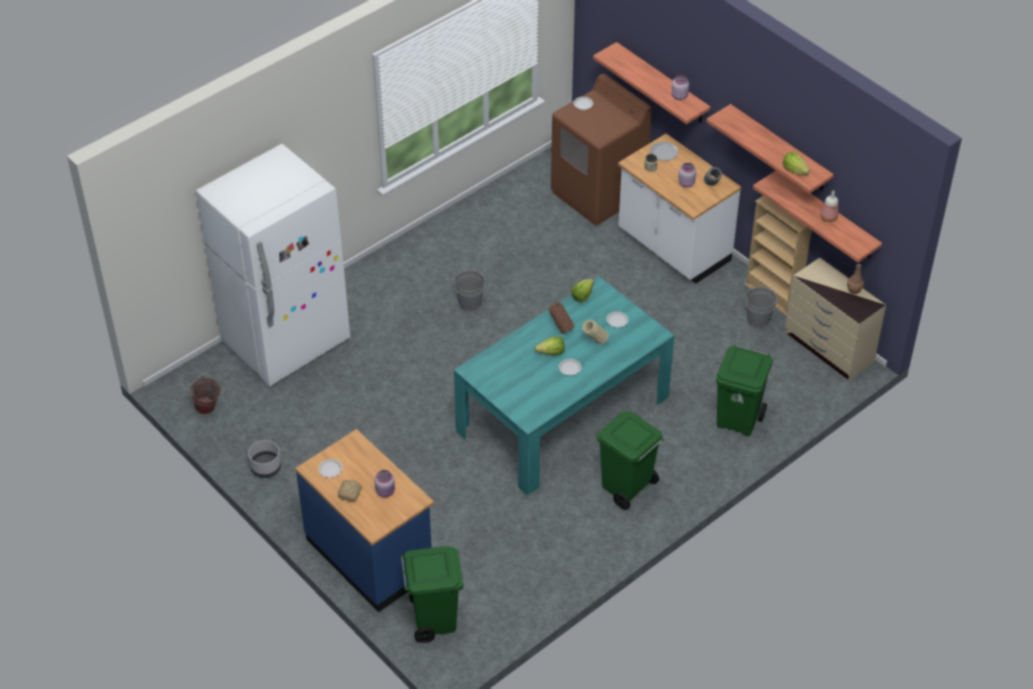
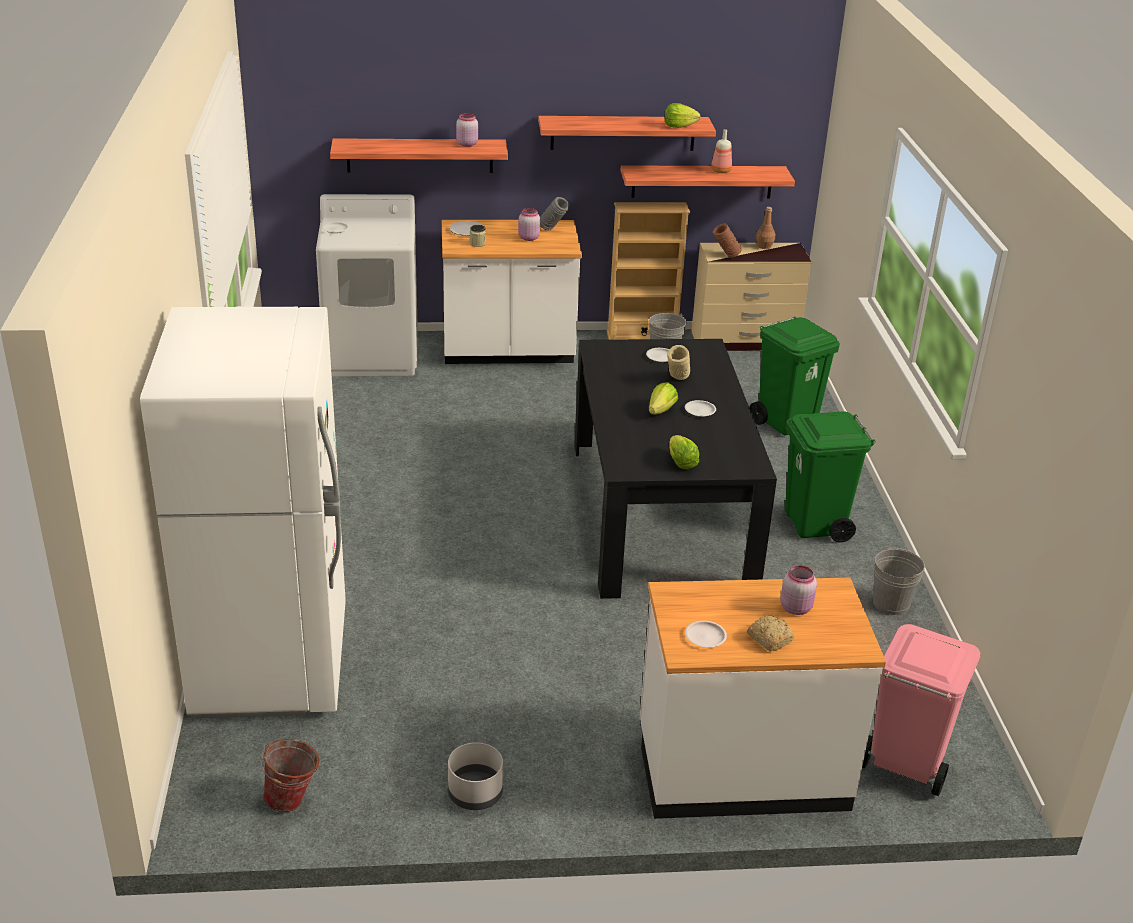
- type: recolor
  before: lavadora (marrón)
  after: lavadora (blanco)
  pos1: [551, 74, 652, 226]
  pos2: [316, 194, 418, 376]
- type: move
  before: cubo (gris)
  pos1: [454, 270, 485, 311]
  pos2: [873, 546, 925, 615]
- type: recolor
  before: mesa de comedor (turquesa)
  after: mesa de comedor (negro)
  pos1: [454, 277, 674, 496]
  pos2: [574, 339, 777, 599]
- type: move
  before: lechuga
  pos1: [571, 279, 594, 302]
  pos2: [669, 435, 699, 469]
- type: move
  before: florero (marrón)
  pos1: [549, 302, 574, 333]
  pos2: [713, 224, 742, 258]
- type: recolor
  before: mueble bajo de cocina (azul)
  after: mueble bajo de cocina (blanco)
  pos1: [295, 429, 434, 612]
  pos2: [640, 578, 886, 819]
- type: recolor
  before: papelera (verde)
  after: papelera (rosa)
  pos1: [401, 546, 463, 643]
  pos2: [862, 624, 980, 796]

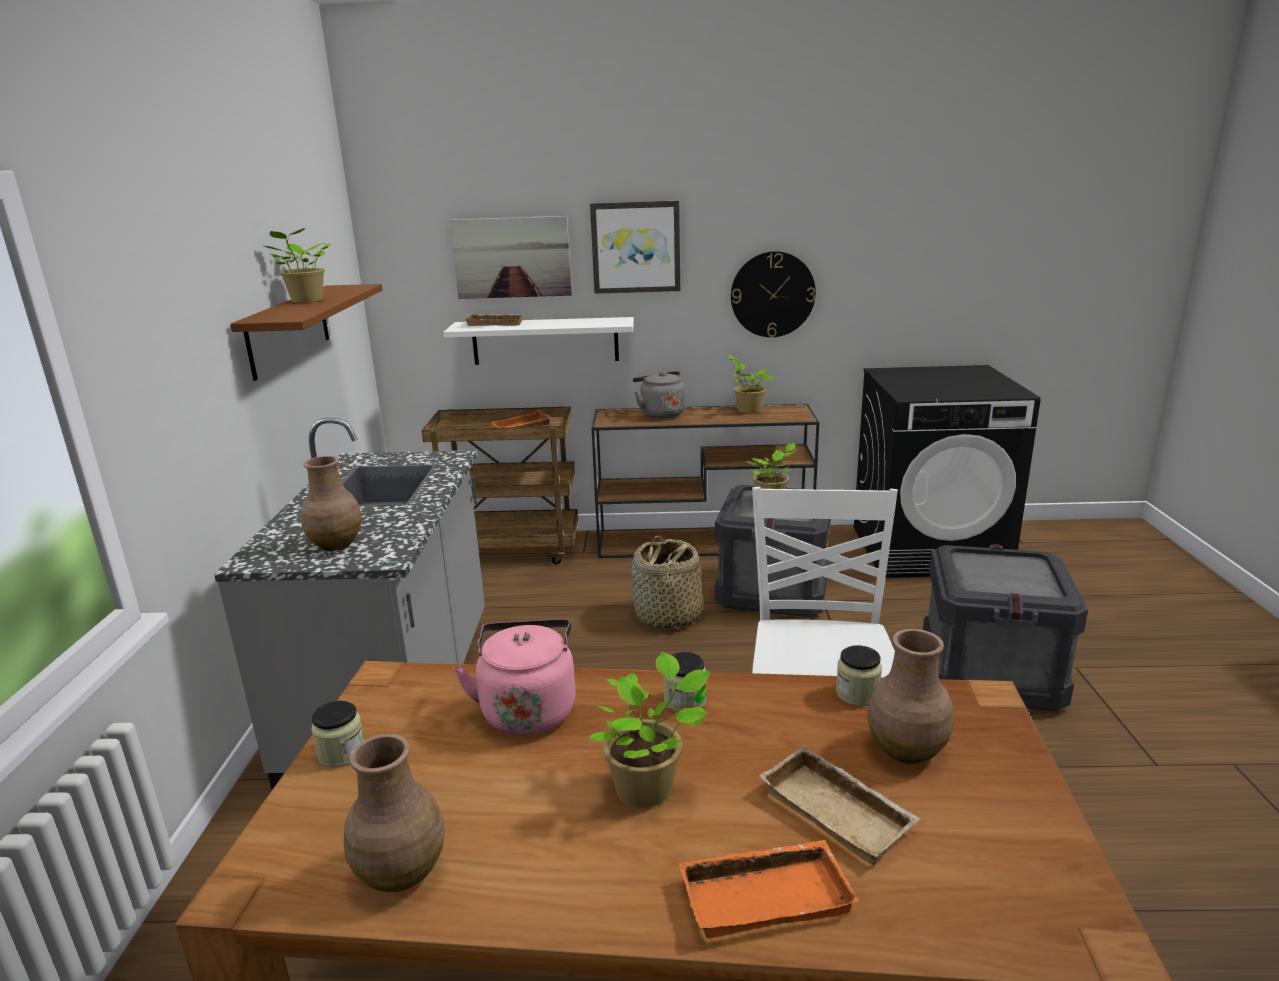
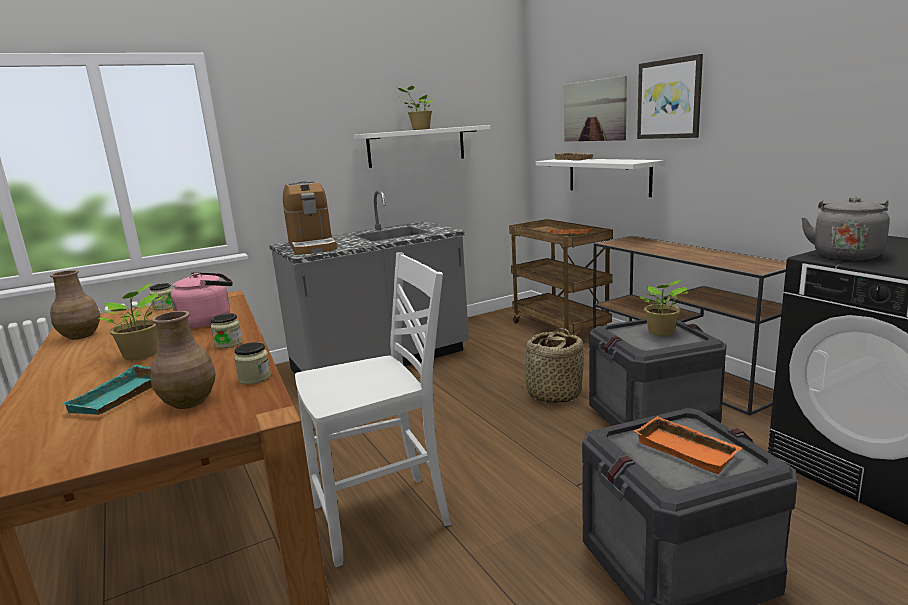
- type: delete
  before: reloj de pared
  pos1: [731, 251, 816, 337]
- type: recolor
  before: estante (marrón)
  after: estante (blanco)
  pos1: [230, 284, 382, 381]
  pos2: [354, 125, 490, 168]
- type: delete
  before: planta en maceta
  pos1: [728, 354, 775, 414]
- type: move
  before: hervidor (gris)
  pos1: [633, 371, 686, 418]
  pos2: [801, 197, 890, 260]
- type: replace
  before: florero (marrón)
  after: cafetera
  pos1: [301, 456, 362, 551]
  pos2: [283, 181, 337, 255]
- type: recolor
  before: bandeja (beis)
  after: bandeja (turquesa)
  pos1: [759, 746, 920, 866]
  pos2: [61, 365, 152, 415]
- type: move
  before: bandeja (naranja)
  pos1: [678, 840, 859, 938]
  pos2: [634, 416, 742, 474]

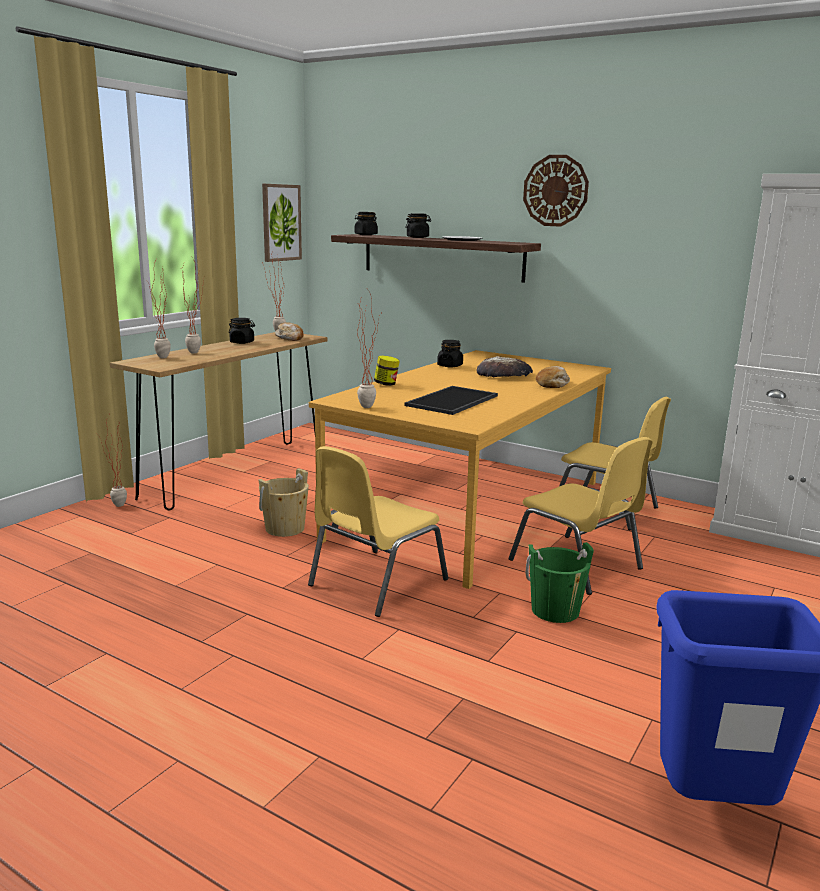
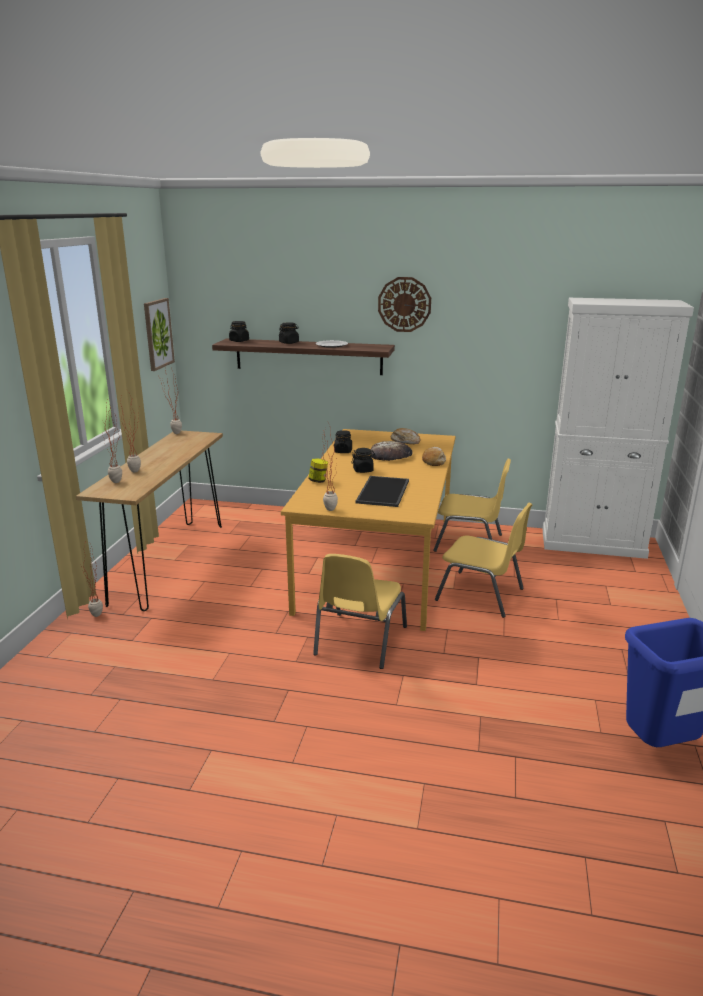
- type: move
  before: tarro (negro)
  pos1: [229, 318, 255, 344]
  pos2: [351, 448, 376, 473]
- type: move
  before: pan
  pos1: [275, 322, 304, 341]
  pos2: [391, 428, 421, 444]
- type: delete
  before: cubo (beis)
  pos1: [259, 468, 309, 537]
- type: delete
  before: cubo (verde)
  pos1: [526, 542, 594, 623]

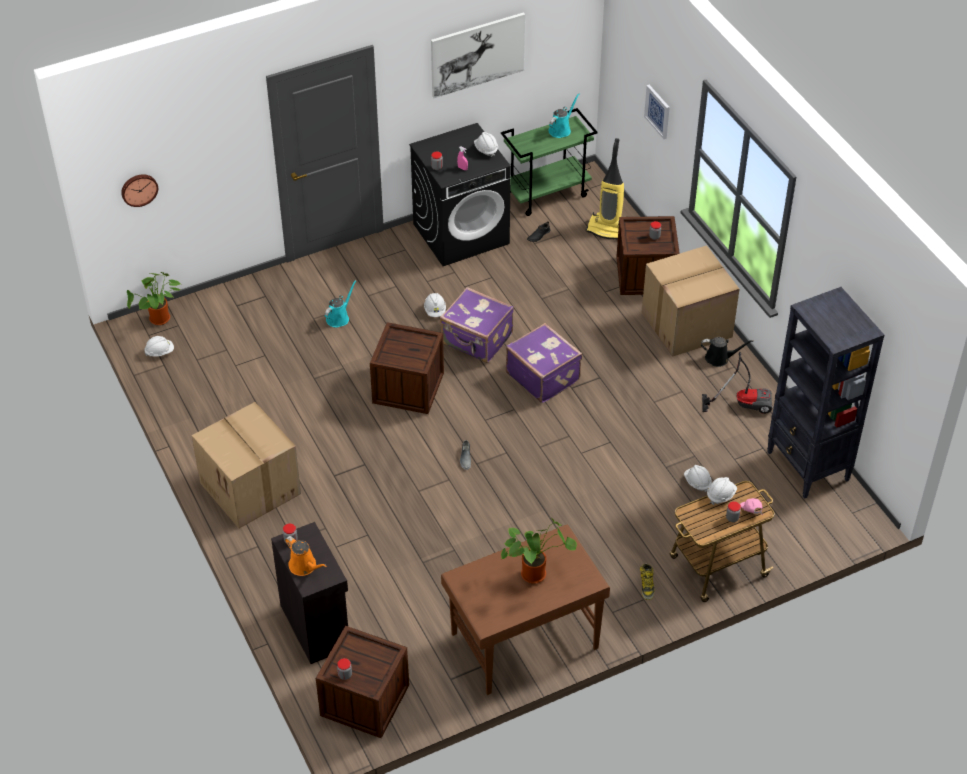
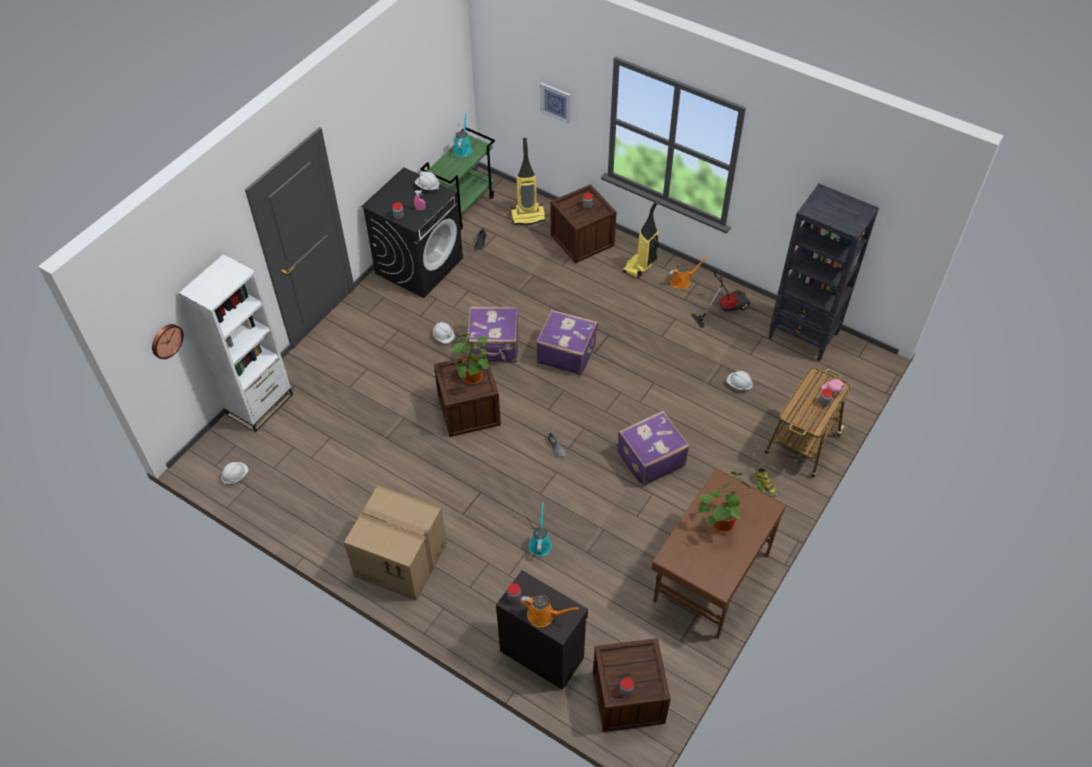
- type: delete
  before: cuadro
  pos1: [431, 12, 525, 98]
- type: replace
  before: caja de cartón
  after: aspiradora
  pos1: [642, 245, 739, 357]
  pos2: [623, 200, 659, 279]
- type: move
  before: planta en maceta
  pos1: [127, 272, 181, 325]
  pos2: [451, 334, 489, 385]
- type: move
  before: regadera (turquesa)
  pos1: [325, 280, 357, 328]
  pos2: [529, 502, 552, 556]
- type: recolor
  before: regadera (negro)
  after: regadera (naranja)
  pos1: [701, 337, 754, 367]
  pos2: [668, 256, 708, 289]
- type: delete
  before: casco (blanco)
  pos1: [707, 477, 737, 505]
- type: insert
  after: estantería (blanco)
  pos2: [179, 254, 293, 432]
- type: insert
  after: maleta (morado)
  pos2: [617, 411, 690, 486]

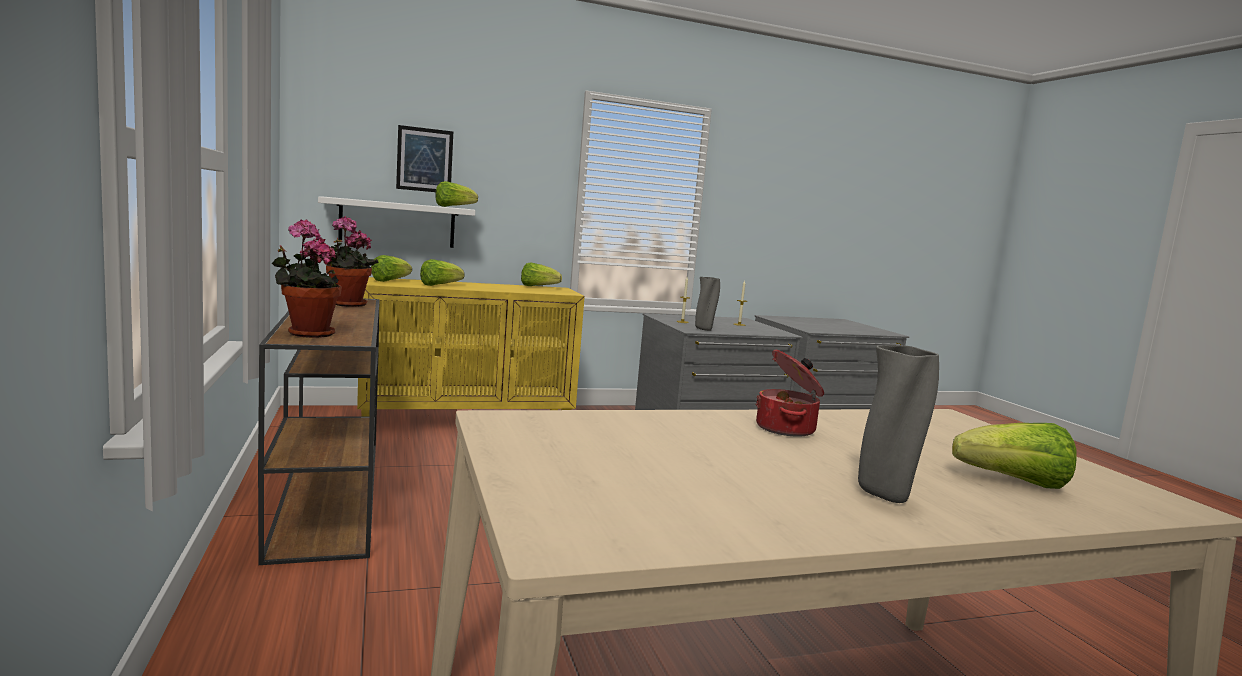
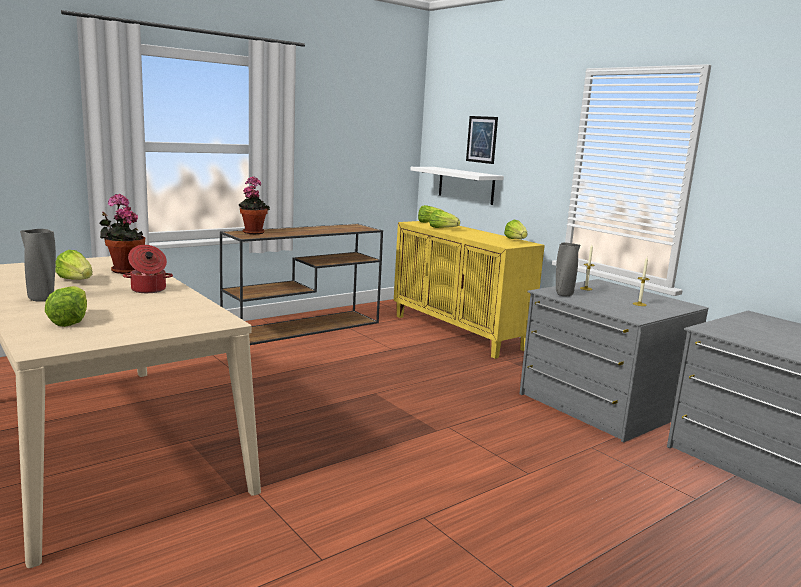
- type: move
  before: lechuga
  pos1: [435, 181, 478, 207]
  pos2: [55, 250, 92, 280]
- type: move
  before: planta en maceta
  pos1: [326, 216, 379, 307]
  pos2: [99, 194, 145, 274]

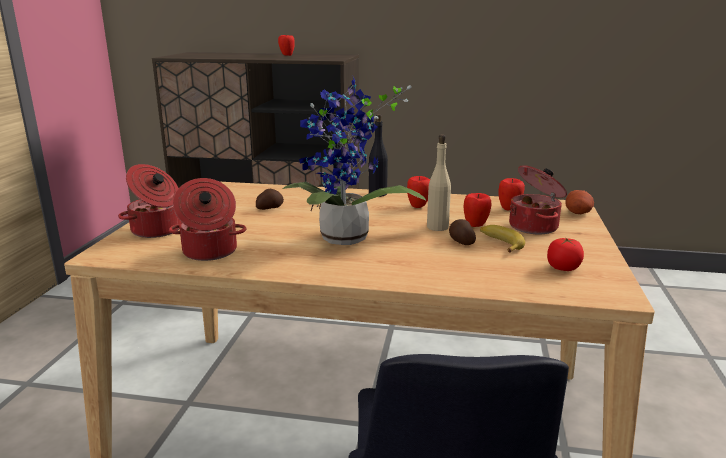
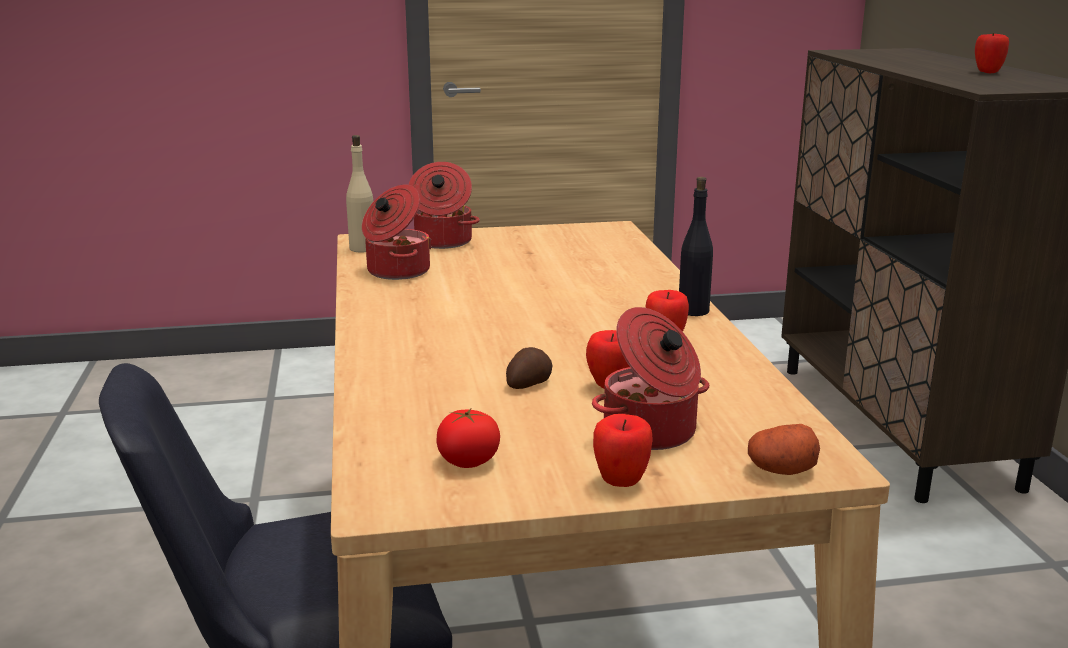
- type: delete
  before: planta en maceta
  pos1: [283, 77, 426, 245]
- type: move
  before: botella (beis)
  pos1: [427, 135, 451, 231]
  pos2: [346, 135, 373, 252]
- type: move
  before: manzana
  pos1: [499, 178, 525, 210]
  pos2: [593, 414, 653, 487]
- type: delete
  before: patata
  pos1: [256, 189, 284, 210]
- type: delete
  before: plátano
  pos1: [480, 225, 525, 253]

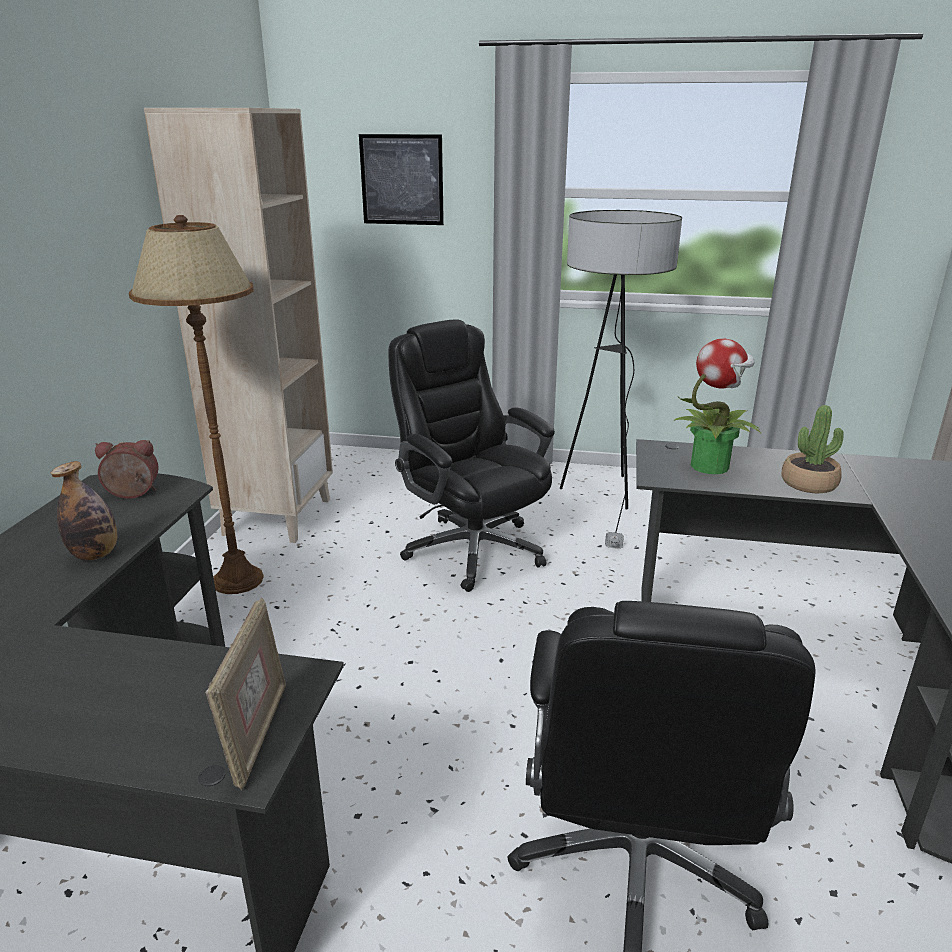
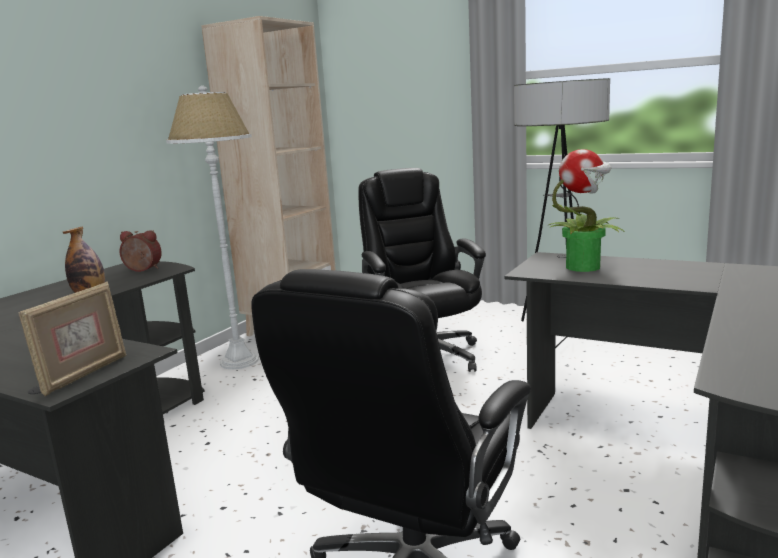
- type: delete
  before: cuadro
  pos1: [359, 134, 444, 225]
- type: recolor
  before: lámpara de pie (marrón)
  after: lámpara de pie (blanco)
  pos1: [129, 215, 264, 594]
  pos2: [166, 86, 259, 369]
- type: delete
  before: planta en maceta
  pos1: [782, 405, 844, 493]

